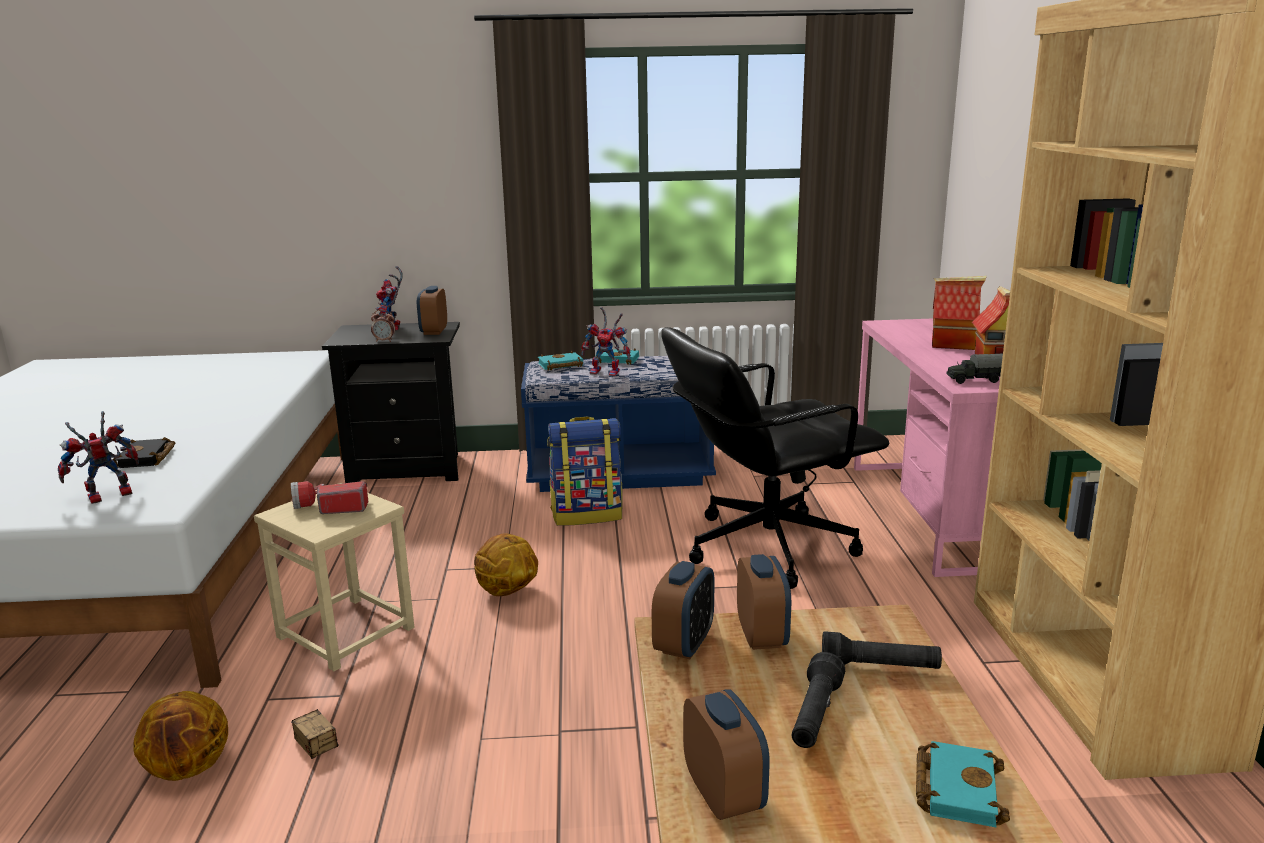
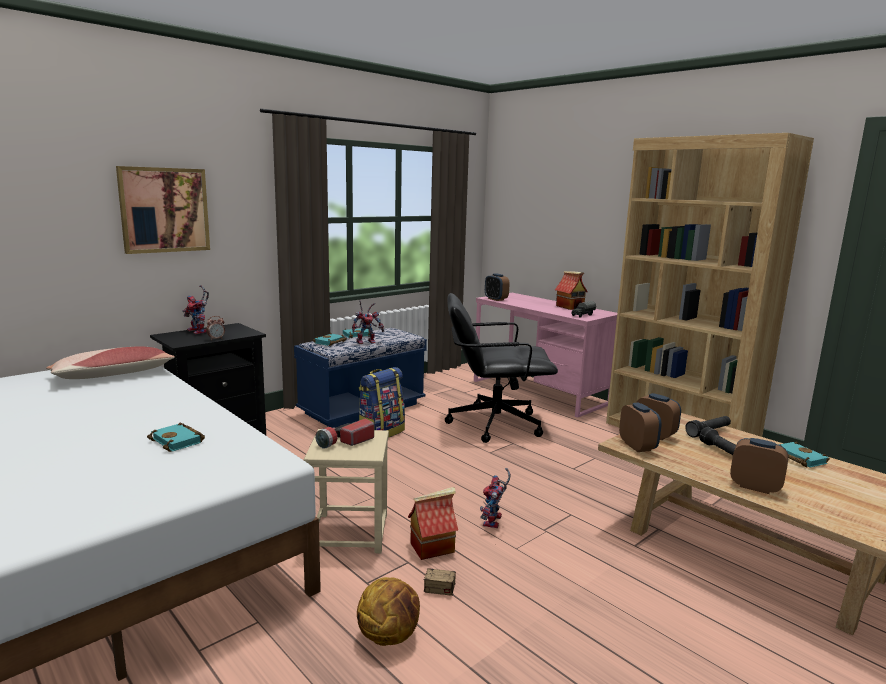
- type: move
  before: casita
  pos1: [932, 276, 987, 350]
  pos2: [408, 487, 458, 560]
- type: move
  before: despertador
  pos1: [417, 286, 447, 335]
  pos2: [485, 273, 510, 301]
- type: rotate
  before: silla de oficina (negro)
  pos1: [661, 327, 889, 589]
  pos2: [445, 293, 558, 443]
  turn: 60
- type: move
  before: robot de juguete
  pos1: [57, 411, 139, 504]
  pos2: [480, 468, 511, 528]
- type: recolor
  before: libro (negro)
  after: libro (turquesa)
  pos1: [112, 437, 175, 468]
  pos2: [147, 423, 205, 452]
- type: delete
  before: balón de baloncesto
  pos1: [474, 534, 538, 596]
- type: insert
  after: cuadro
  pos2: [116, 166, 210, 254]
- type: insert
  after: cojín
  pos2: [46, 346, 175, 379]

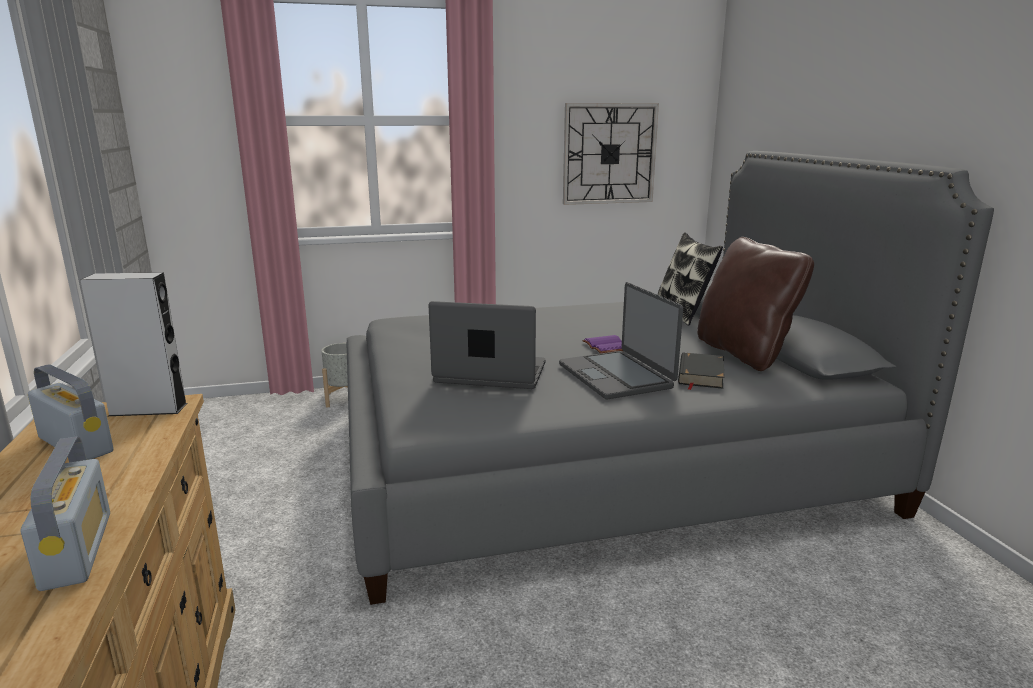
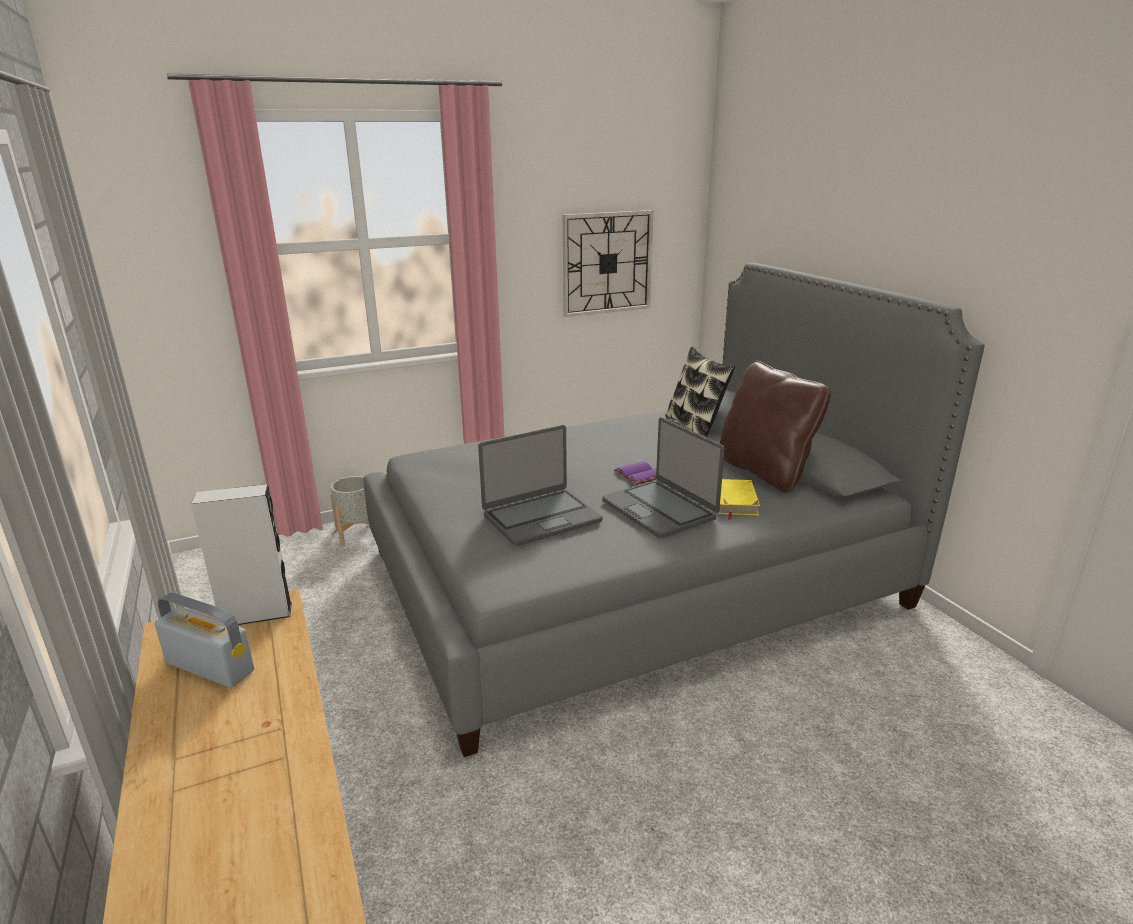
- type: rotate
  before: portátil
  pos1: [429, 301, 546, 389]
  pos2: [478, 425, 602, 546]
  turn: 150
- type: recolor
  before: libro (negro)
  after: libro (amarillo)
  pos1: [678, 352, 725, 390]
  pos2: [718, 479, 760, 520]
- type: delete
  before: radio
  pos1: [21, 437, 110, 591]

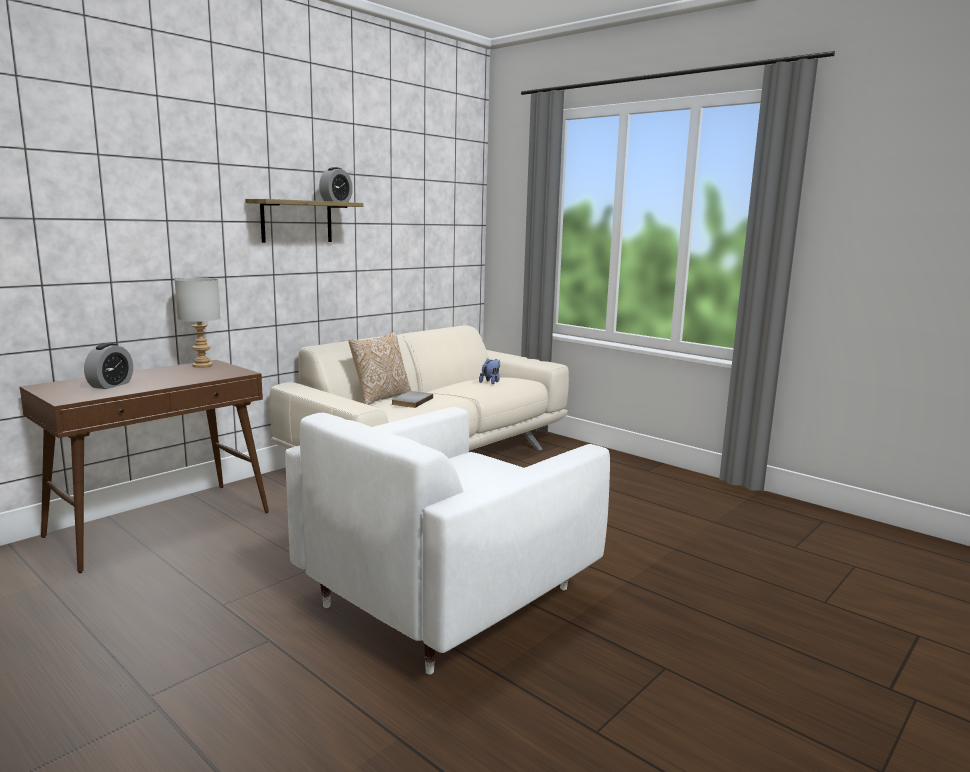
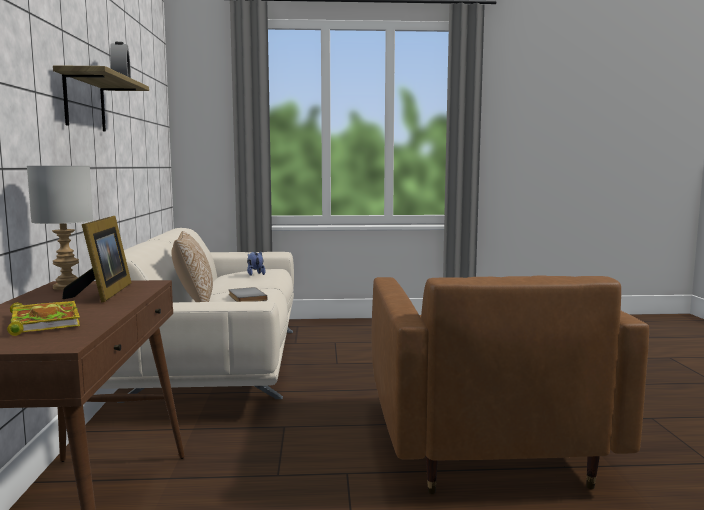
- type: replace
  before: despertador
  after: libro
  pos1: [84, 343, 133, 389]
  pos2: [7, 301, 80, 336]
- type: recolor
  before: sillón (blanco)
  after: sillón (marrón)
  pos1: [285, 407, 610, 675]
  pos2: [371, 276, 649, 494]
- type: insert
  after: portarretratos
  pos2: [62, 216, 132, 303]

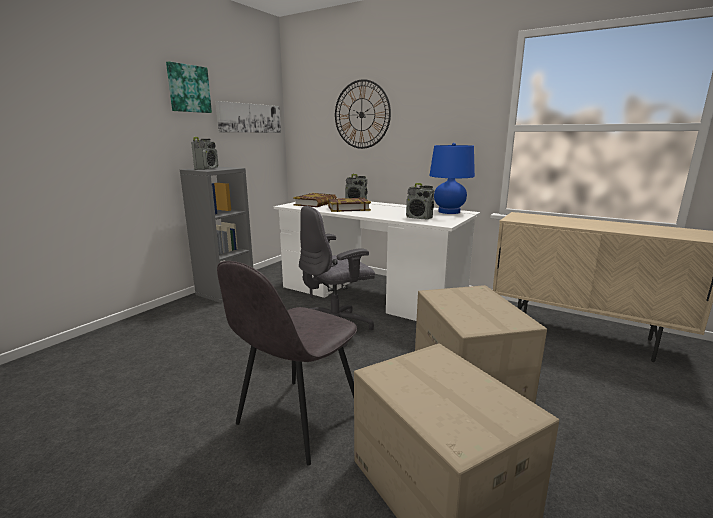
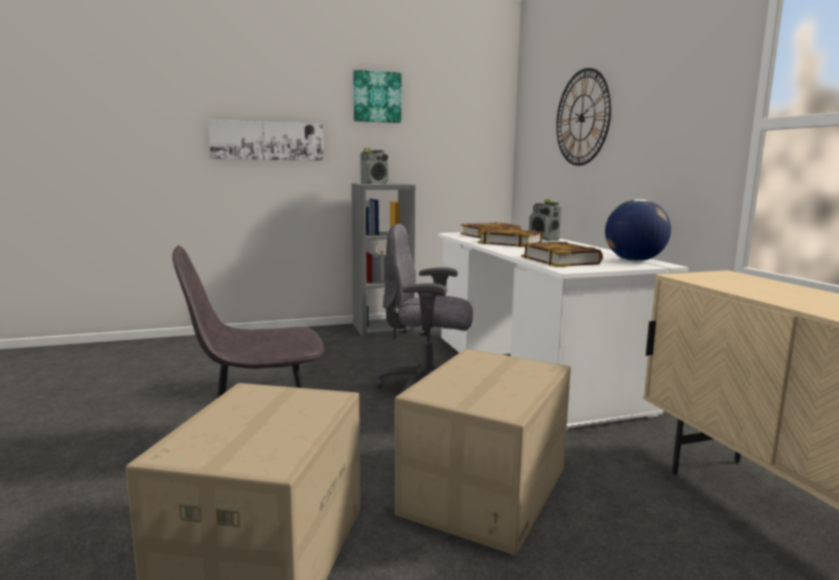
- type: move
  before: cuadro
  pos1: [216, 101, 281, 133]
  pos2: [208, 120, 324, 161]
- type: replace
  before: lámpara de mesa (azul)
  after: globo terráqueo
  pos1: [429, 143, 475, 214]
  pos2: [605, 199, 671, 261]
- type: replace
  before: radio
  after: libro
  pos1: [406, 183, 434, 220]
  pos2: [521, 241, 603, 267]

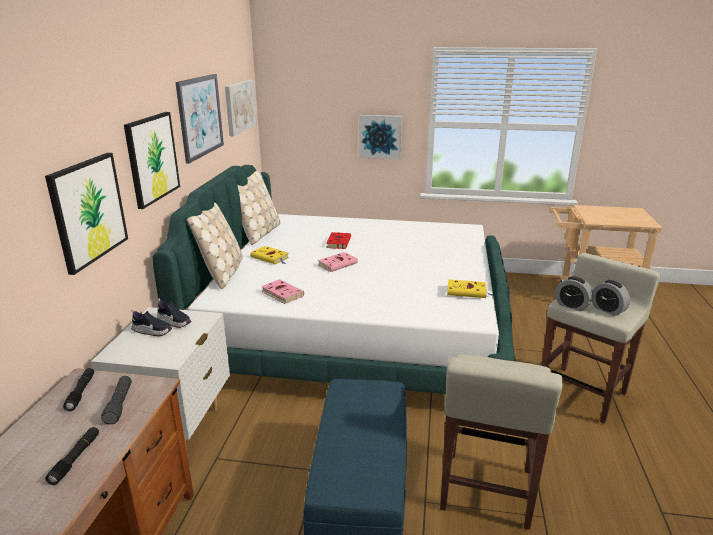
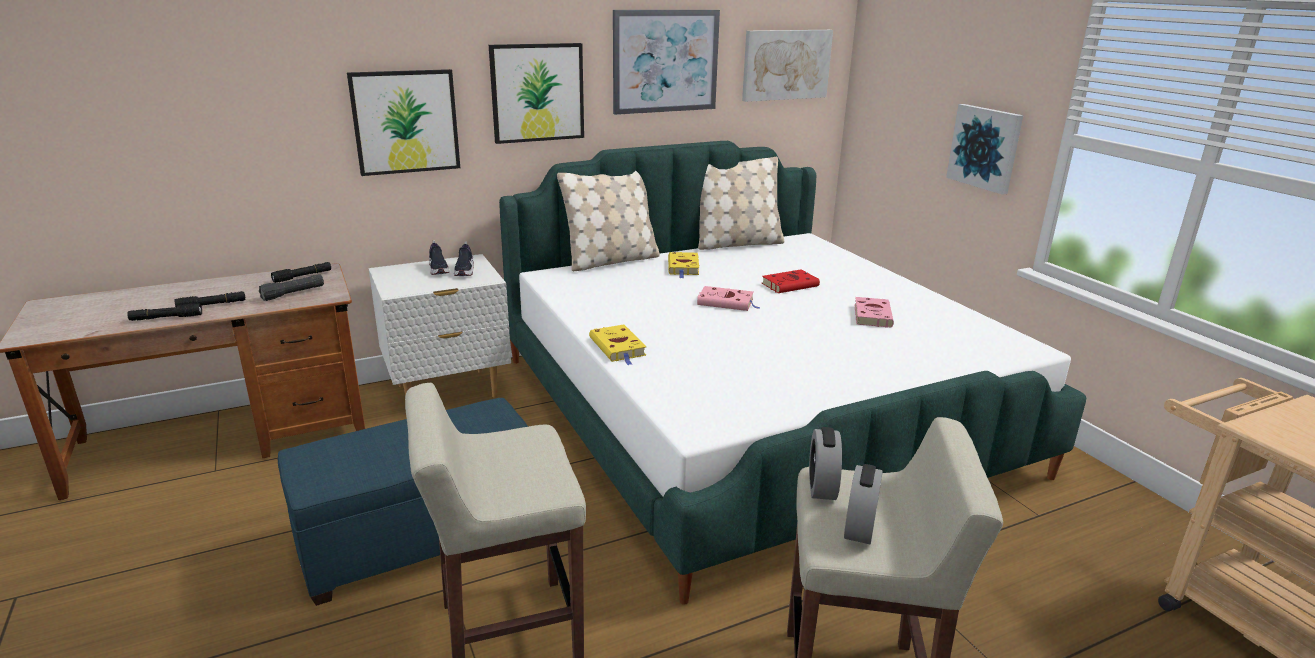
- type: move
  before: libro (rosa)
  pos1: [261, 279, 304, 304]
  pos2: [854, 297, 894, 328]
- type: move
  before: libro (amarillo)
  pos1: [447, 279, 494, 298]
  pos2: [589, 324, 646, 365]
- type: insert
  after: linterna (negro)
  pos2: [127, 304, 202, 321]

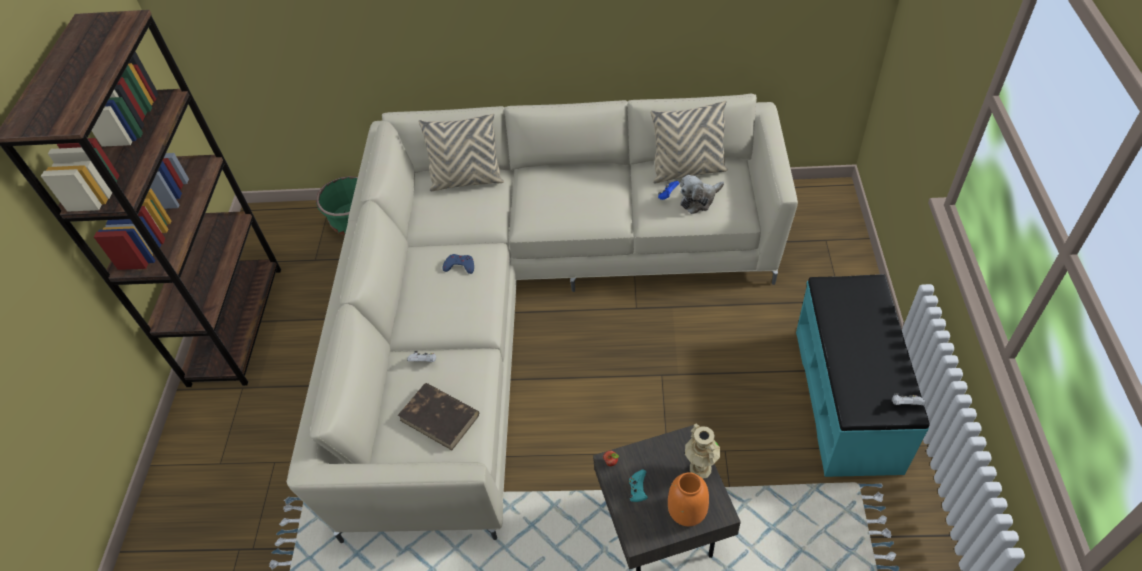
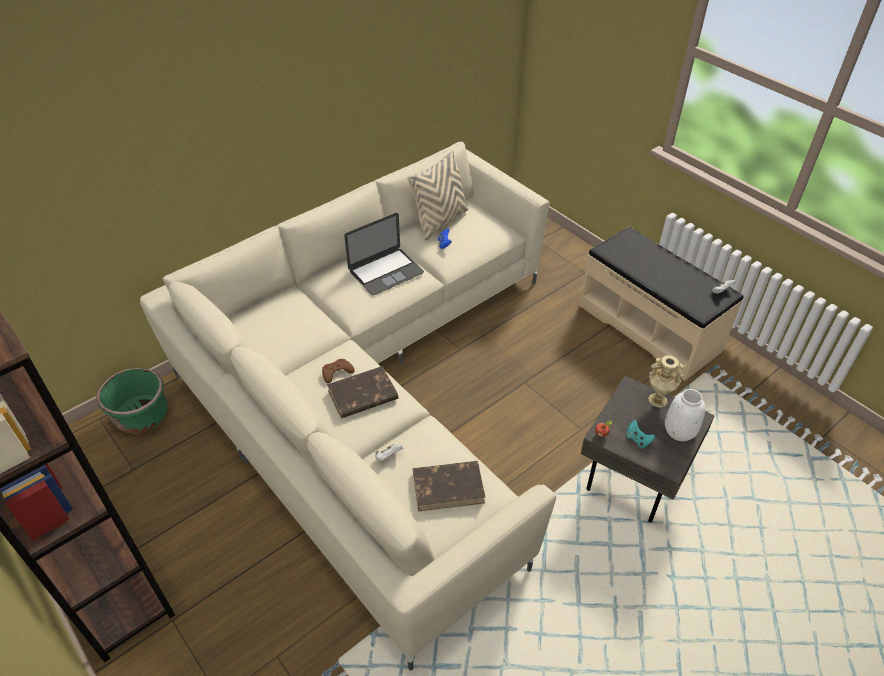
- type: delete
  before: cojín (beis)
  pos1: [418, 113, 504, 191]
- type: delete
  before: peluche
  pos1: [680, 175, 724, 214]
- type: recolor
  before: mando de consola (azul)
  after: mando de consola (marrón)
  pos1: [443, 254, 474, 274]
  pos2: [322, 359, 355, 383]
- type: recolor
  before: banco (turquesa)
  after: banco (beis)
  pos1: [796, 274, 930, 477]
  pos2: [579, 226, 743, 381]
- type: recolor
  before: florero (naranja)
  after: florero (blanco)
  pos1: [668, 472, 709, 526]
  pos2: [665, 389, 705, 441]
- type: insert
  after: portátil
  pos2: [344, 213, 424, 296]
- type: insert
  after: libro (marrón)
  pos2: [327, 366, 398, 419]

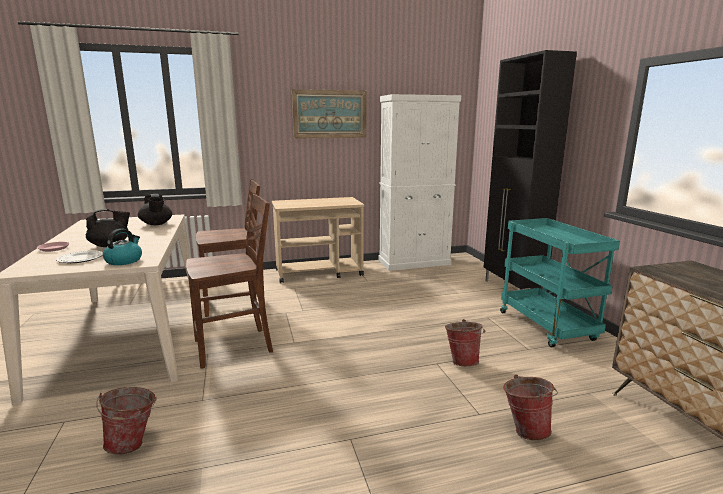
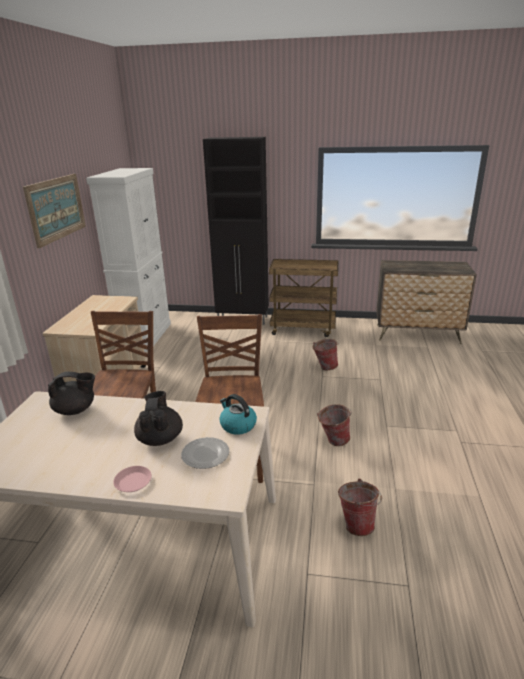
- type: recolor
  before: carrito (turquesa)
  after: carrito (marrón)
  pos1: [500, 218, 620, 347]
  pos2: [269, 259, 338, 337]
- type: move
  before: cubo
  pos1: [503, 374, 558, 440]
  pos2: [317, 404, 351, 446]

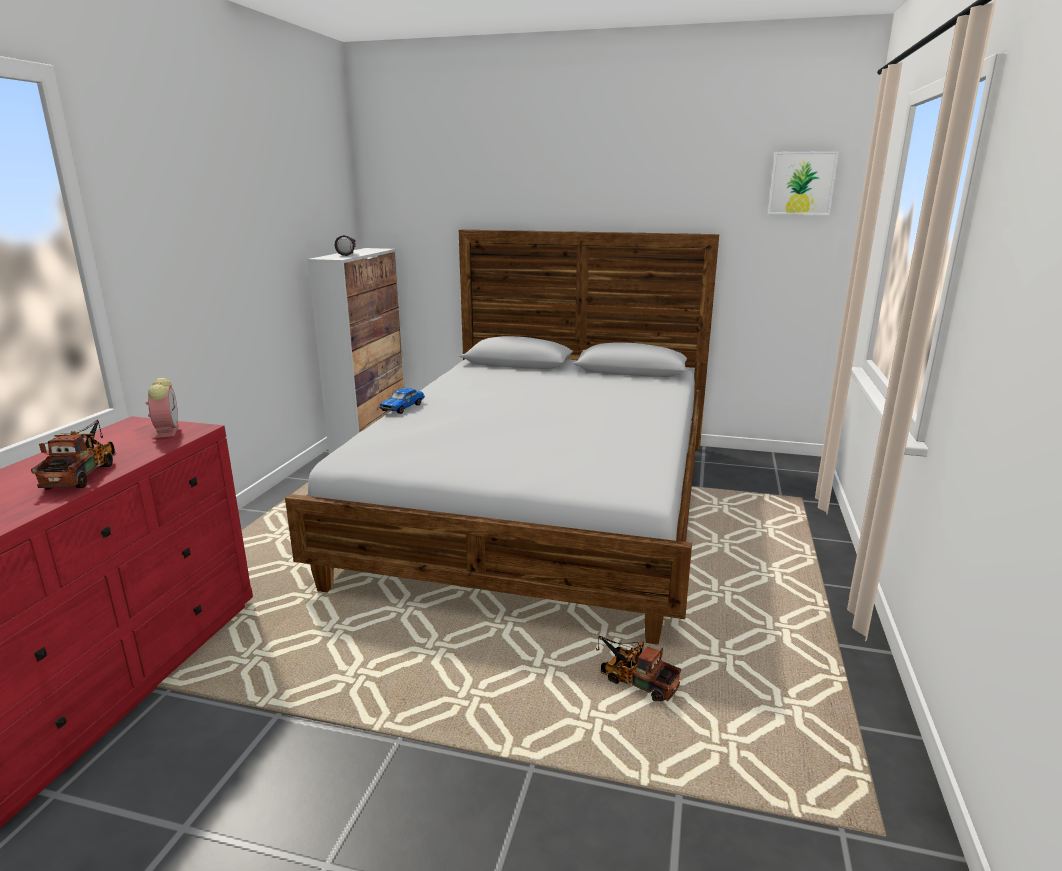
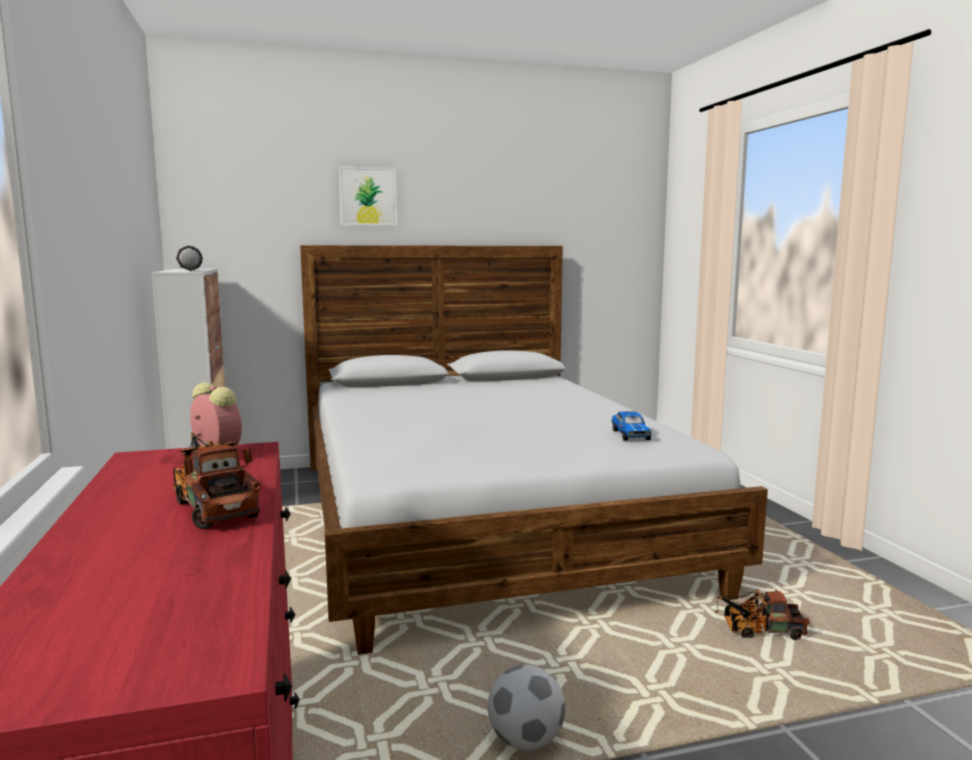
- type: move
  before: cuadro
  pos1: [768, 151, 839, 215]
  pos2: [339, 166, 398, 226]
- type: move
  before: coche de juguete
  pos1: [379, 388, 425, 414]
  pos2: [612, 411, 652, 441]
- type: insert
  after: balón de fútbol
  pos2: [488, 665, 565, 750]

